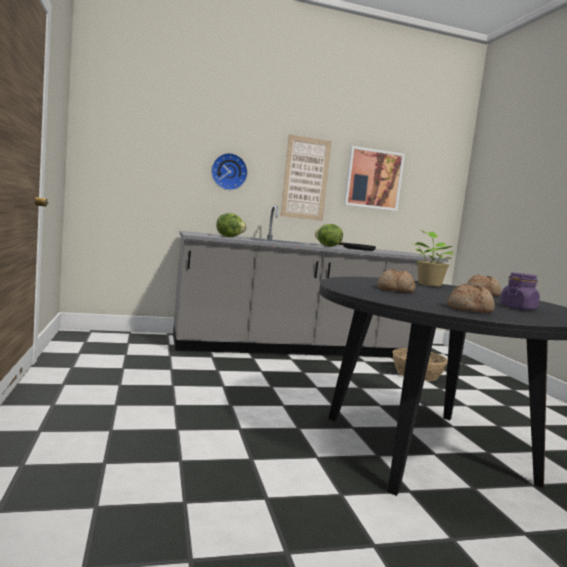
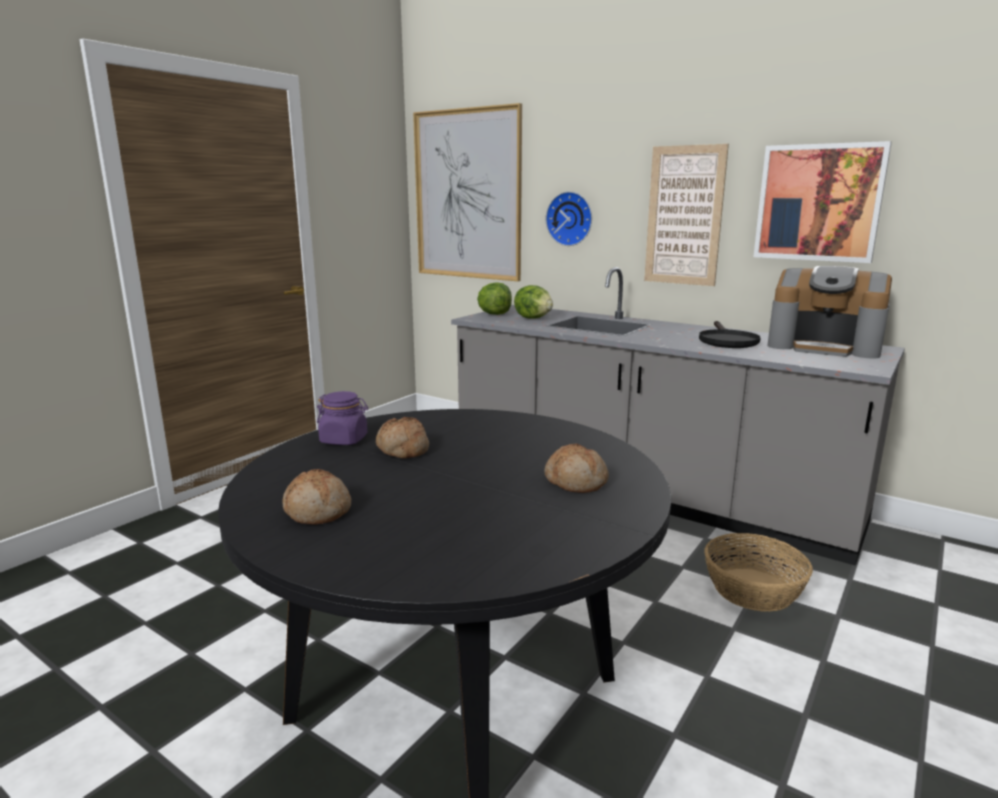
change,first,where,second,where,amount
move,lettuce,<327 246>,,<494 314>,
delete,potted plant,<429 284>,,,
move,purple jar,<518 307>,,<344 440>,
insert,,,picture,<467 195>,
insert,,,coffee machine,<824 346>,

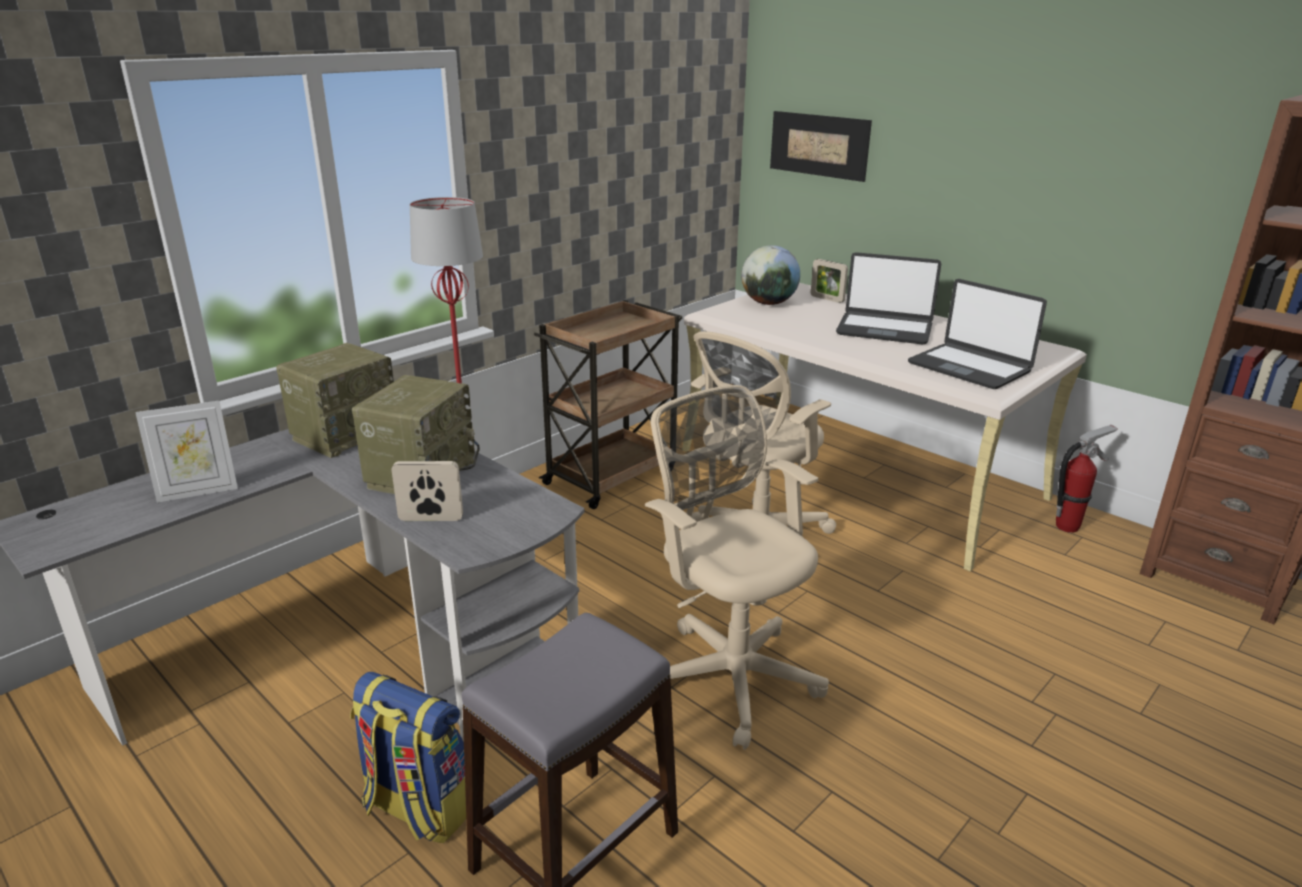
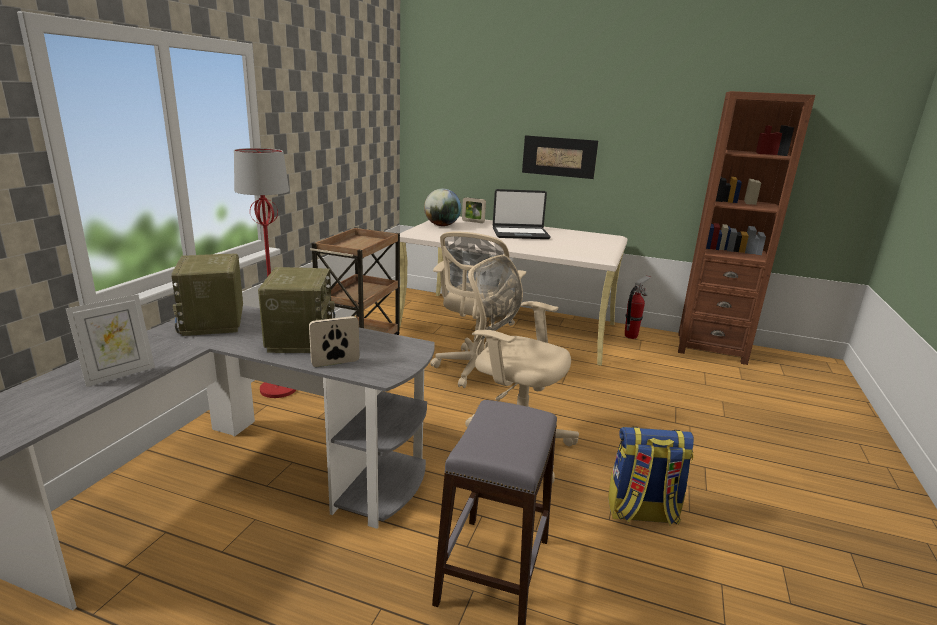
change,first,where,second,where,amount
move,picture,<819 145>,,<559 157>,
delete,laptop,<969 367>,,,
rotate,radio,<346 433>,,<214 322>,150 degrees clockwise
move,backpack,<417 808>,,<642 513>,

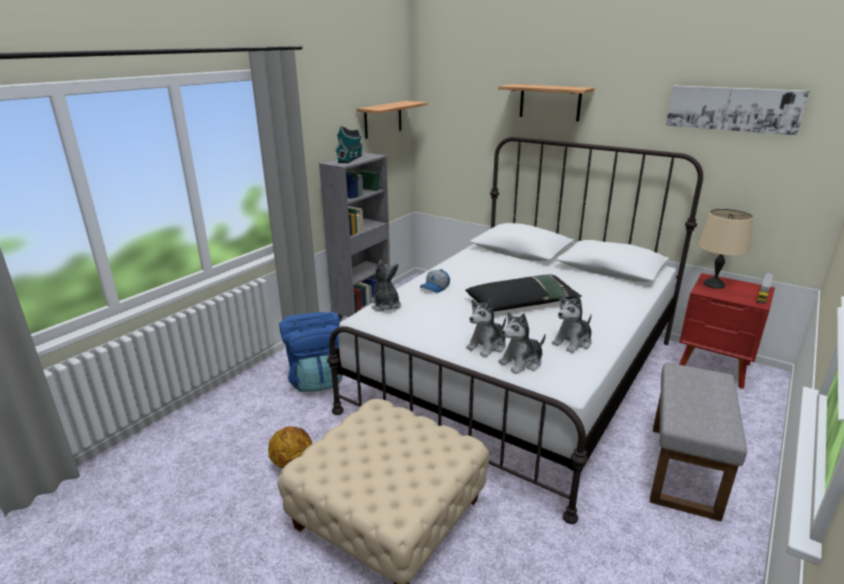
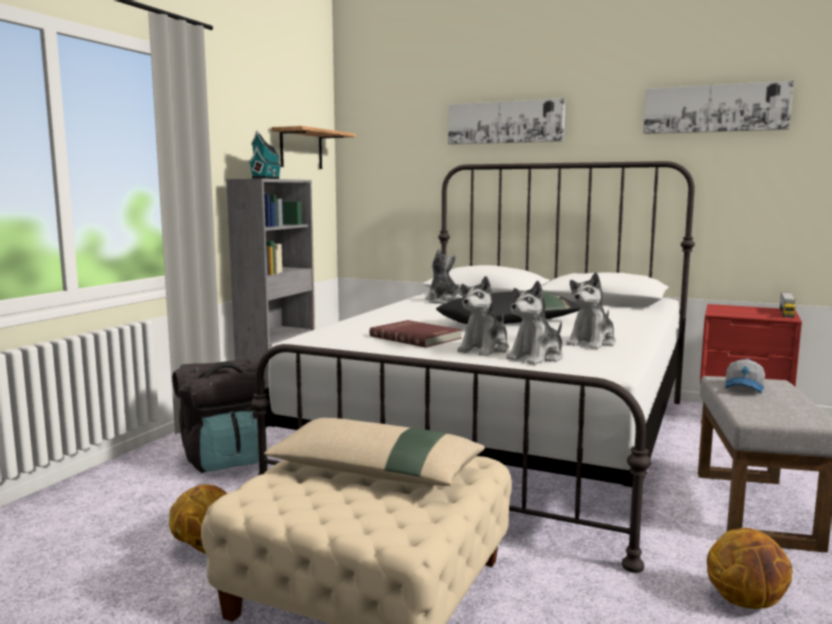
change,first,where,second,where,amount
replace,shelf,<550 102>,picture,<505 122>,
delete,beige table lamp,<714 284>,,,
move,plush toy,<385 305>,,<443 301>,
move,cap,<435 287>,,<745 388>,
recolor,blue backpack,<316 378>,black backpack,<223 460>,
insert,,,red book,<416 337>,
insert,,,beige pillow,<375 471>,
insert,,,basketball,<747 602>,

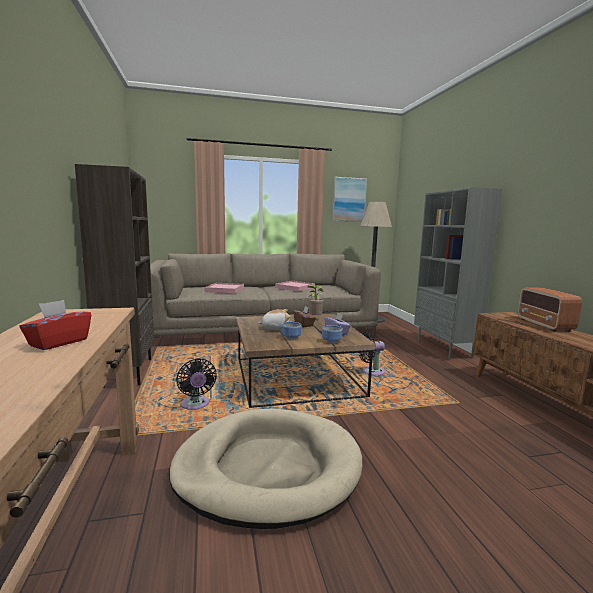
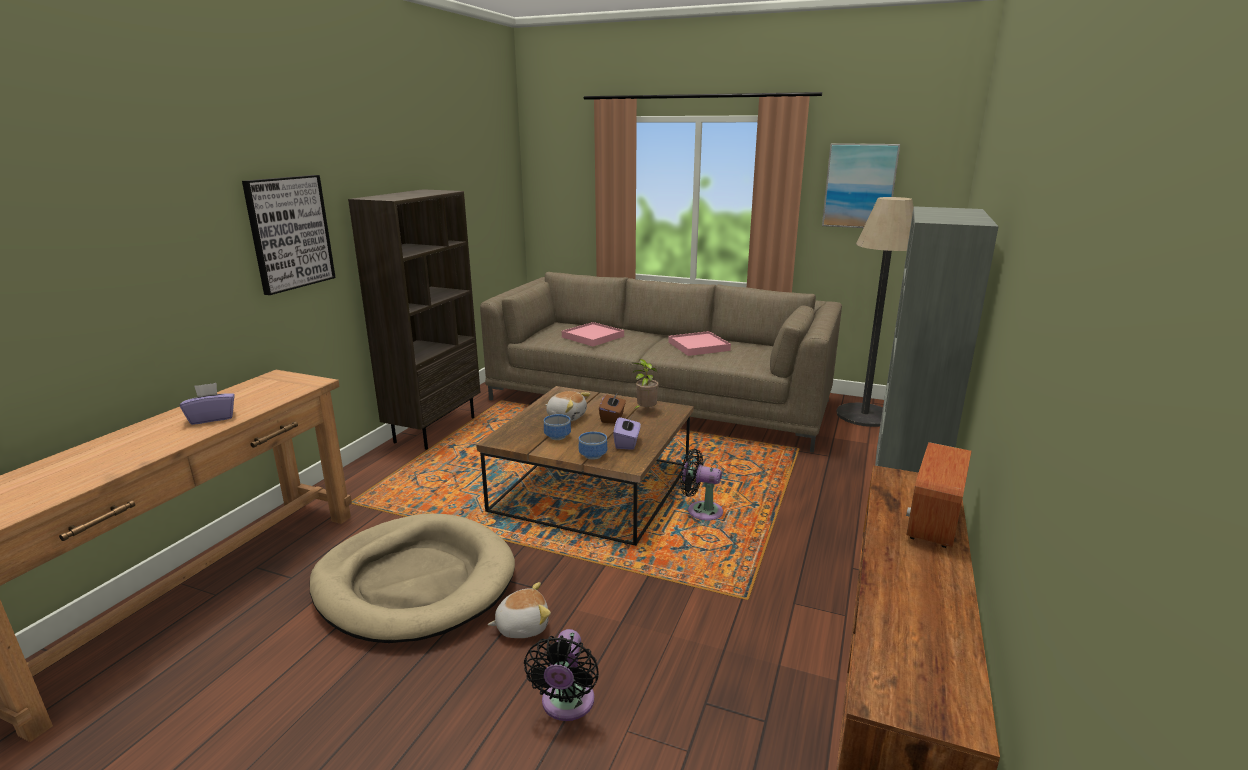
change,first,where,second,where,amount
recolor,red tissue box,<58 342>,purple tissue box,<212 418>,
move,black fan,<195 405>,,<566 704>,
insert,,,picture,<289 233>,
insert,,,plush toy,<522 626>,

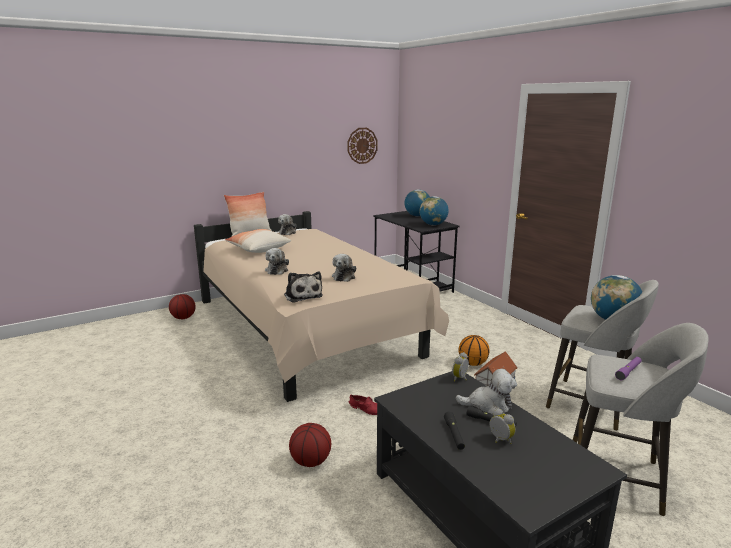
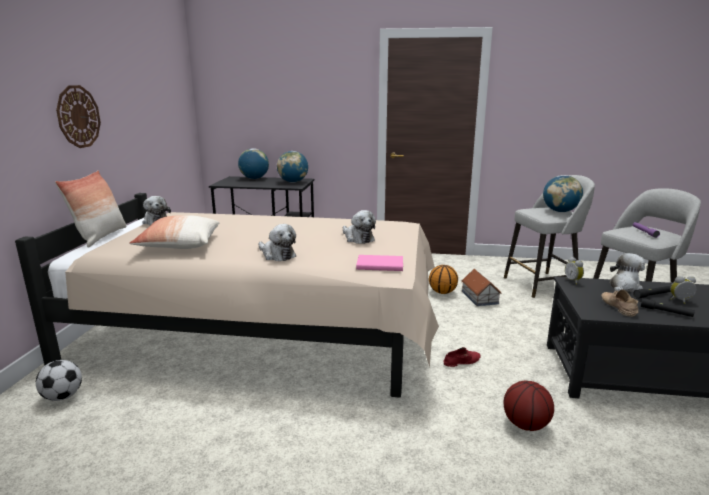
change,first,where,second,where,amount
move,wall clock,<362 145>,,<78 116>,
replace,plush toy,<302 295>,pink book,<379 264>,
replace,basketball,<183 318>,football,<63 396>,
insert,,,beige shoe,<617 306>,

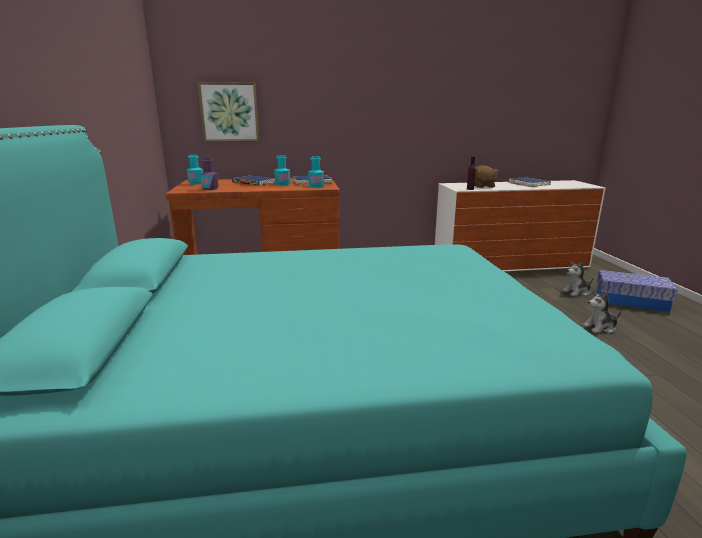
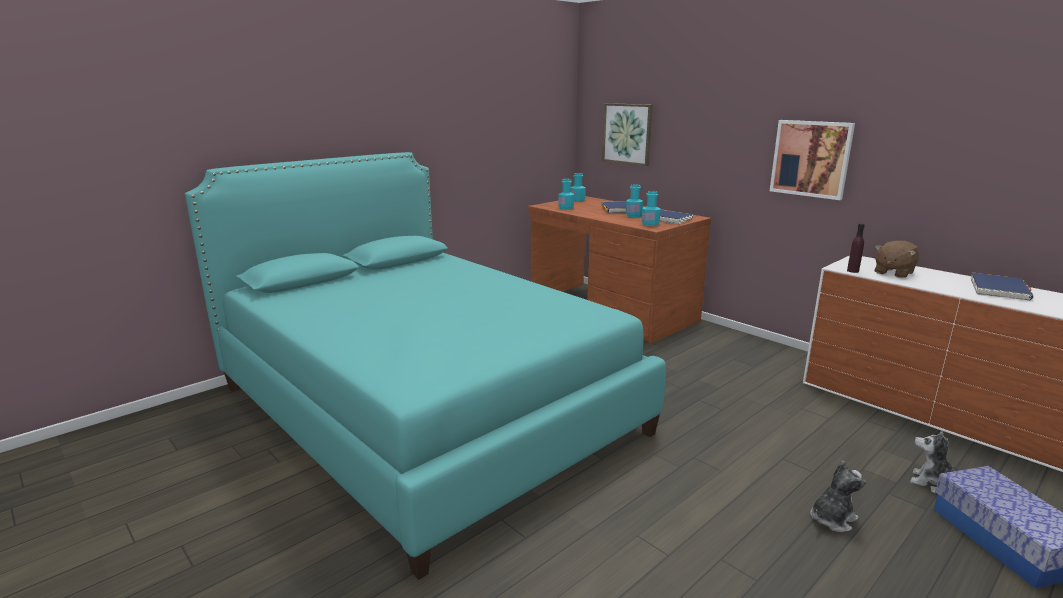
change,first,where,second,where,amount
recolor,purple bottle,<210 189>,turquoise bottle,<566 208>,
rotate,plush toy,<600 327>,,<831 519>,105 degrees clockwise
insert,,,picture,<811 158>,

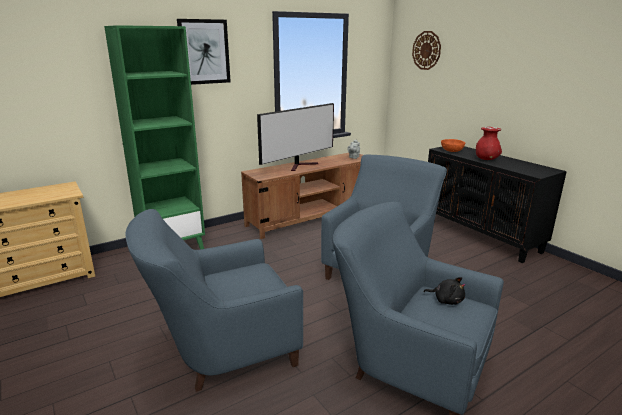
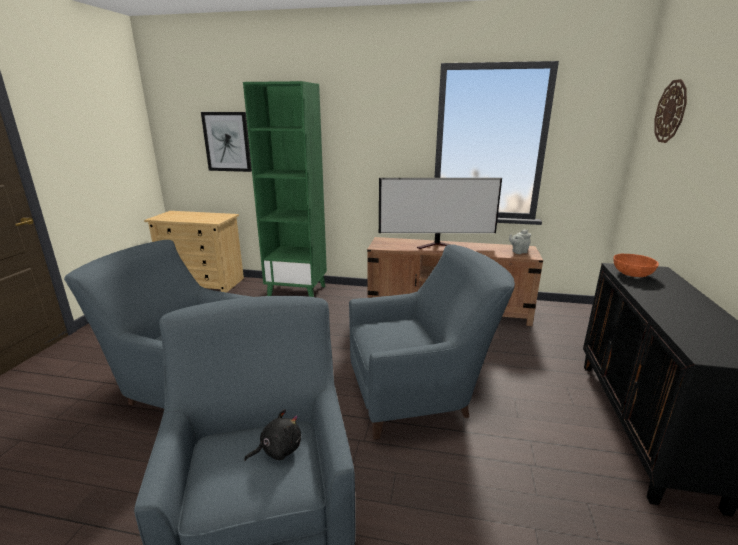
change,first,where,second,where,amount
move,picture,<204 52>,,<227 142>,
delete,red vase,<486 159>,,,
rotate,black plush toy,<446 300>,,<278 449>,105 degrees counterclockwise

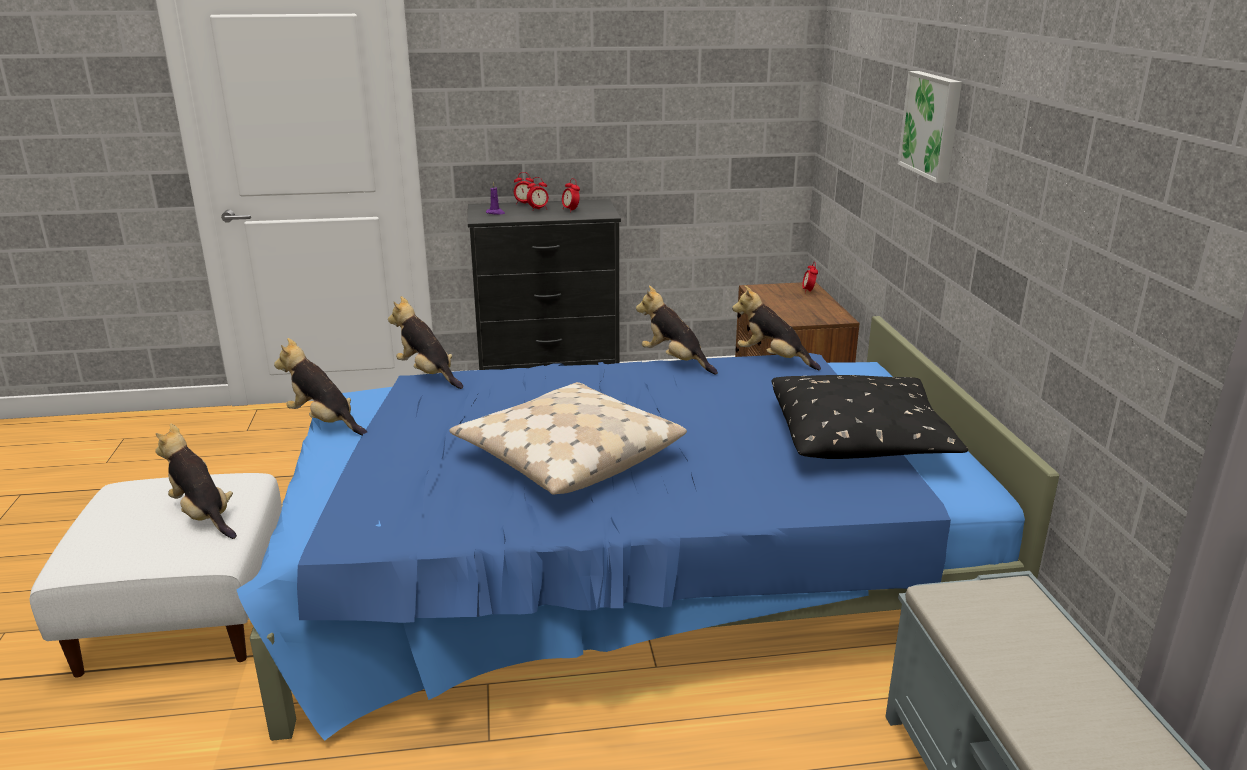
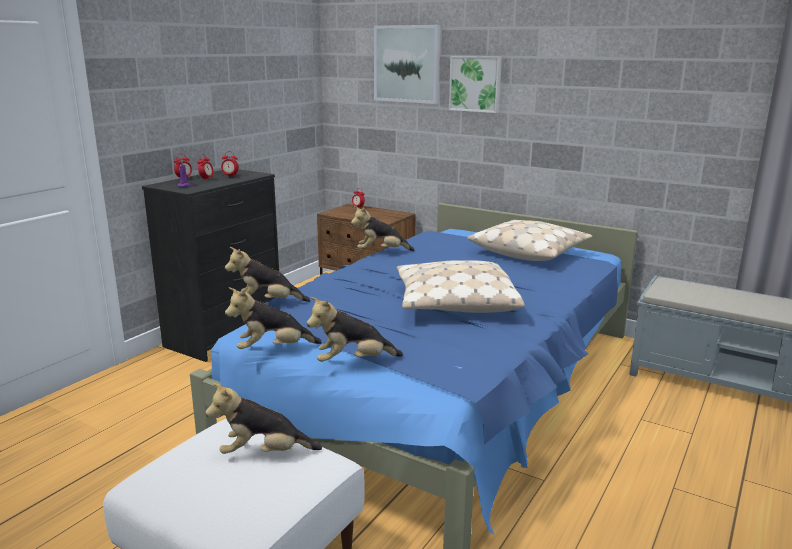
change,first,where,second,where,amount
move,plush toy,<773 359>,,<353 362>,
recolor,black pillow,<860 437>,beige pillow,<529 252>,
insert,,,picture,<407 64>,

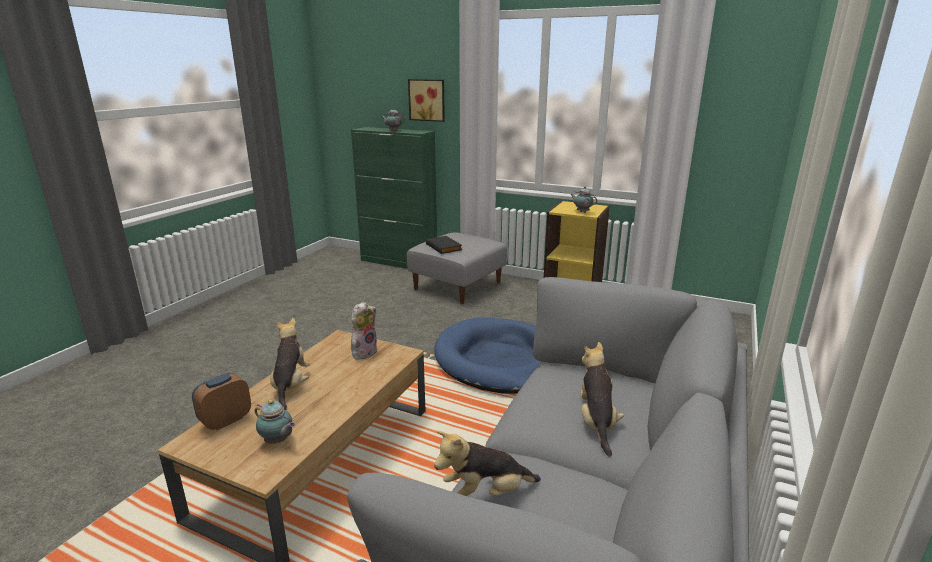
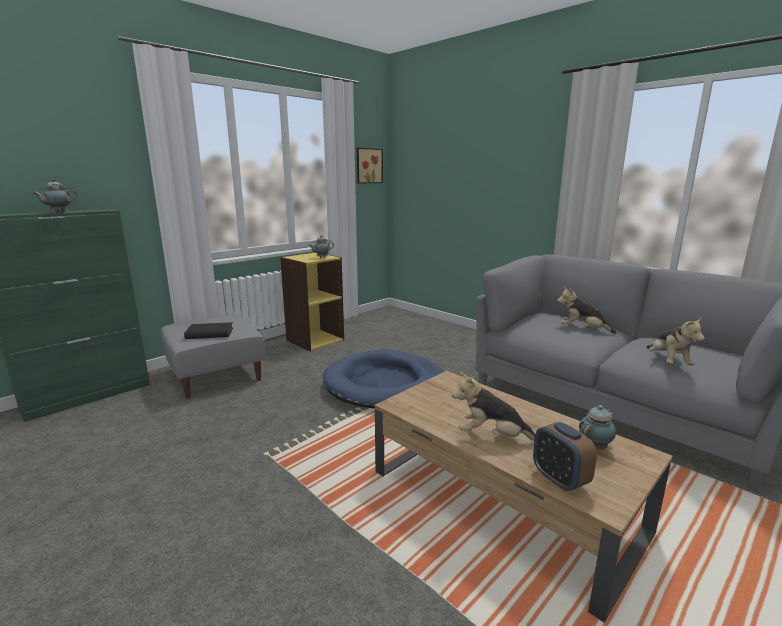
change,first,where,second,where,amount
move,picture,<427 100>,,<368 166>,
delete,plush toy,<364 352>,,,

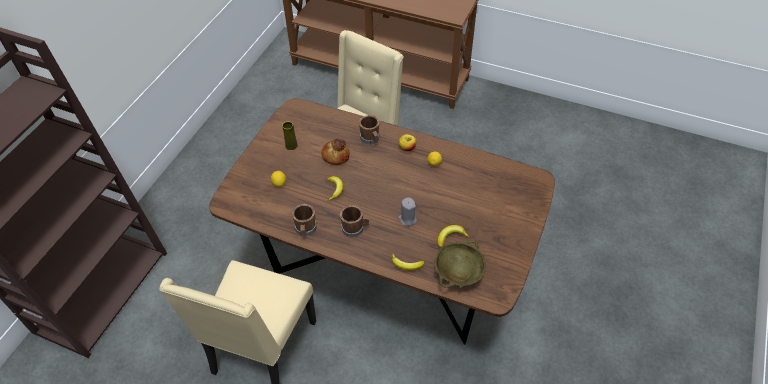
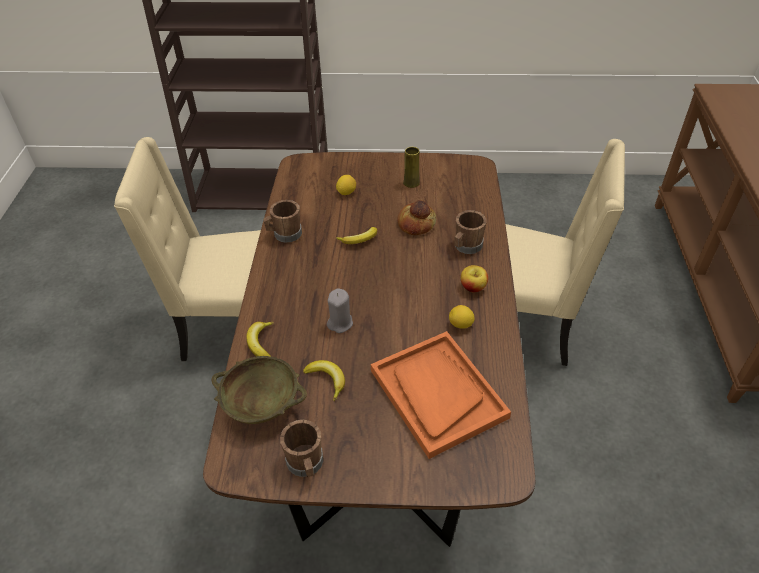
change,first,where,second,where,amount
move,brown mug,<355 229>,,<306 464>,
insert,,,orange tray,<437 394>,

